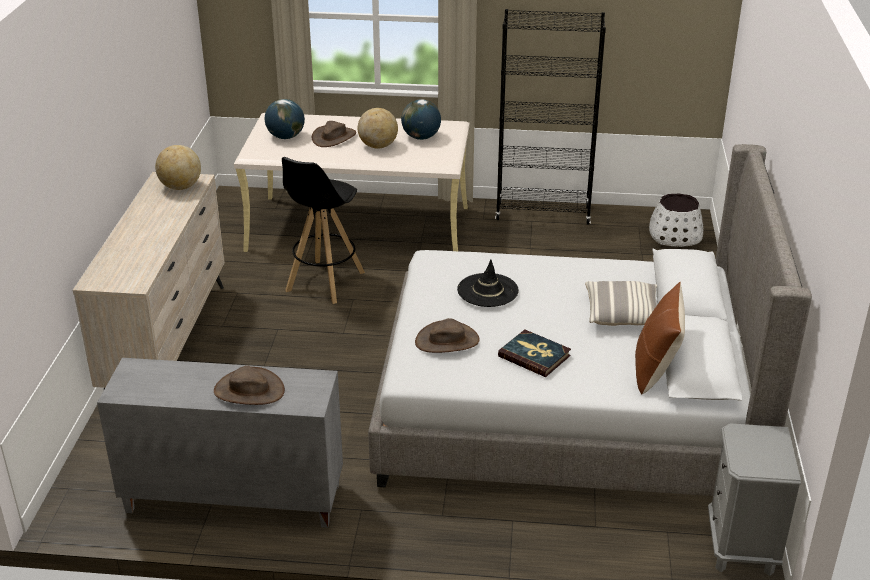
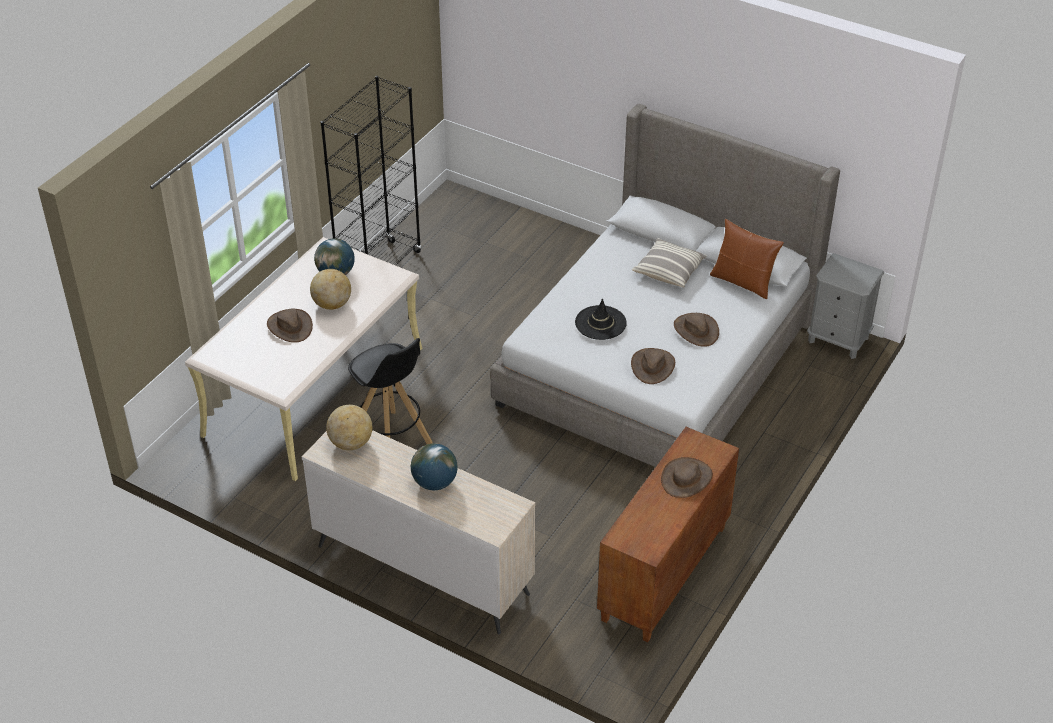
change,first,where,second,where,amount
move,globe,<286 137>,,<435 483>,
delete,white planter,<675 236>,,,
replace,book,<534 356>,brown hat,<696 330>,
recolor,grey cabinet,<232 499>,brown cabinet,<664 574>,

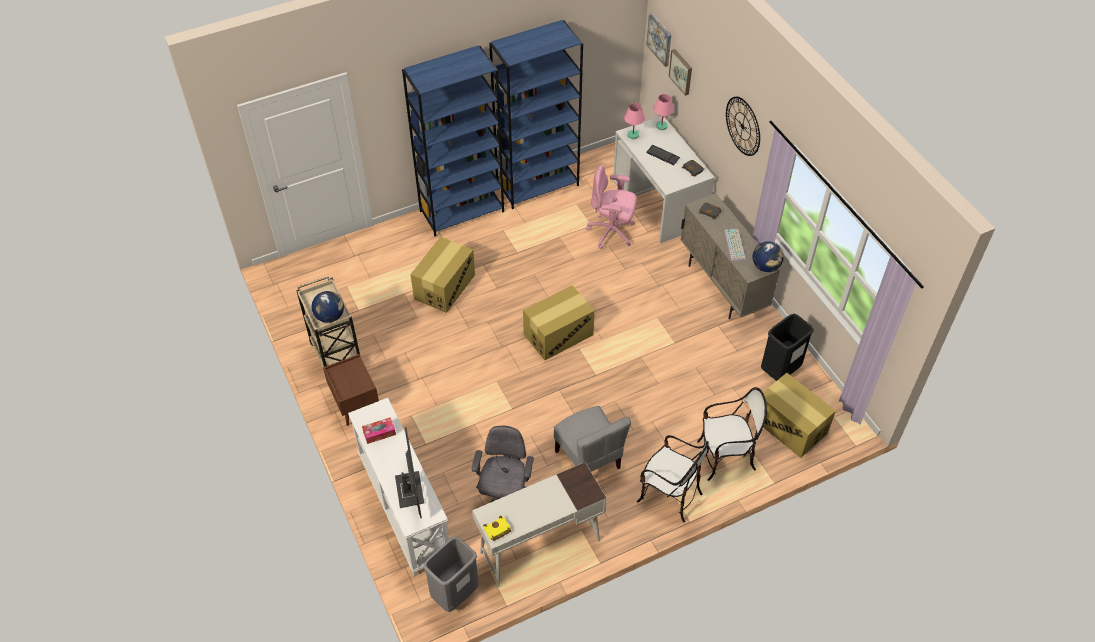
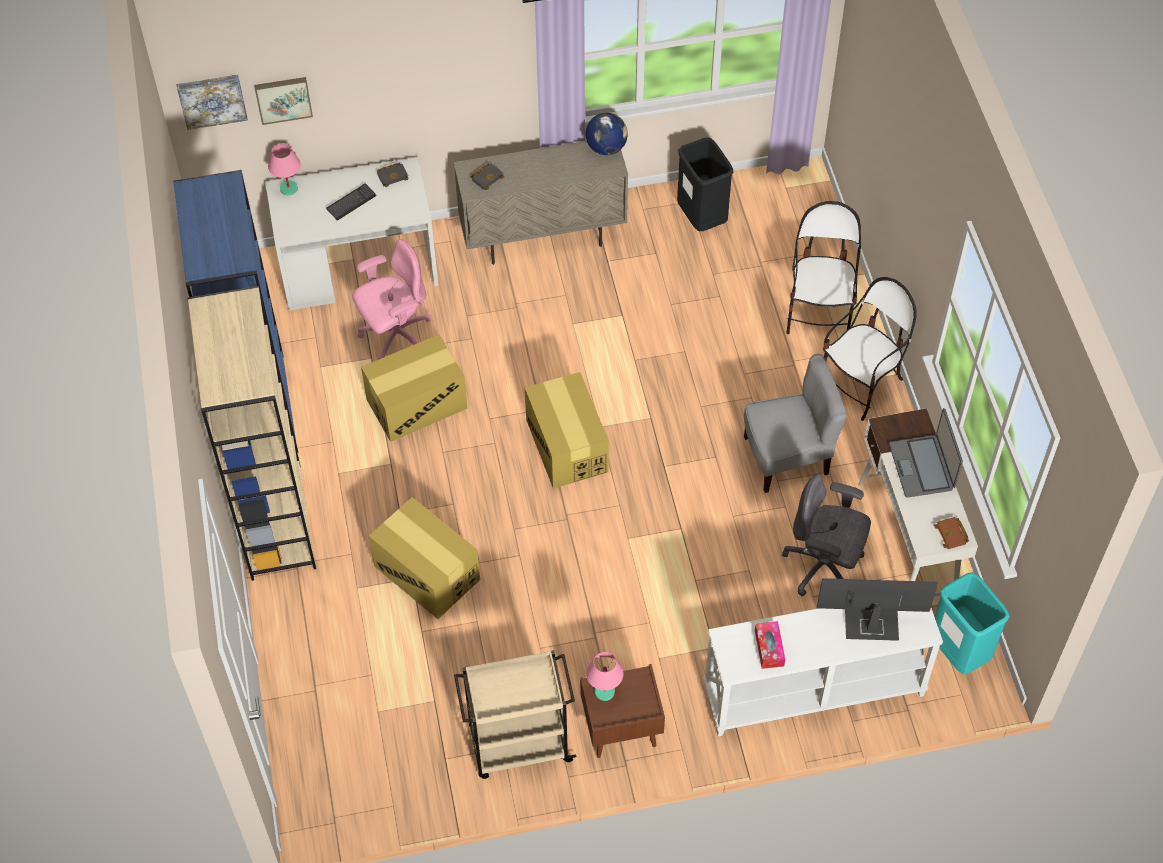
change,first,where,second,where,amount
recolor,blue bookcase,<462 211>,beige bookcase,<275 520>,
delete,wall clock,<742 126>,,,
move,pink table lamp,<633 135>,,<604 691>,
rotate,pink office chair,<612 232>,,<396 337>,150 degrees counterclockwise
delete,keyboard,<735 245>,,,
delete,globe,<330 316>,,,
move,cardboard box,<789 426>,,<416 404>,
recolor,yellow book,<497 530>,brown book,<952 535>,
recolor,grey trash can,<455 594>,turquoise trash can,<958 652>,
insert,,,laptop,<922 467>,

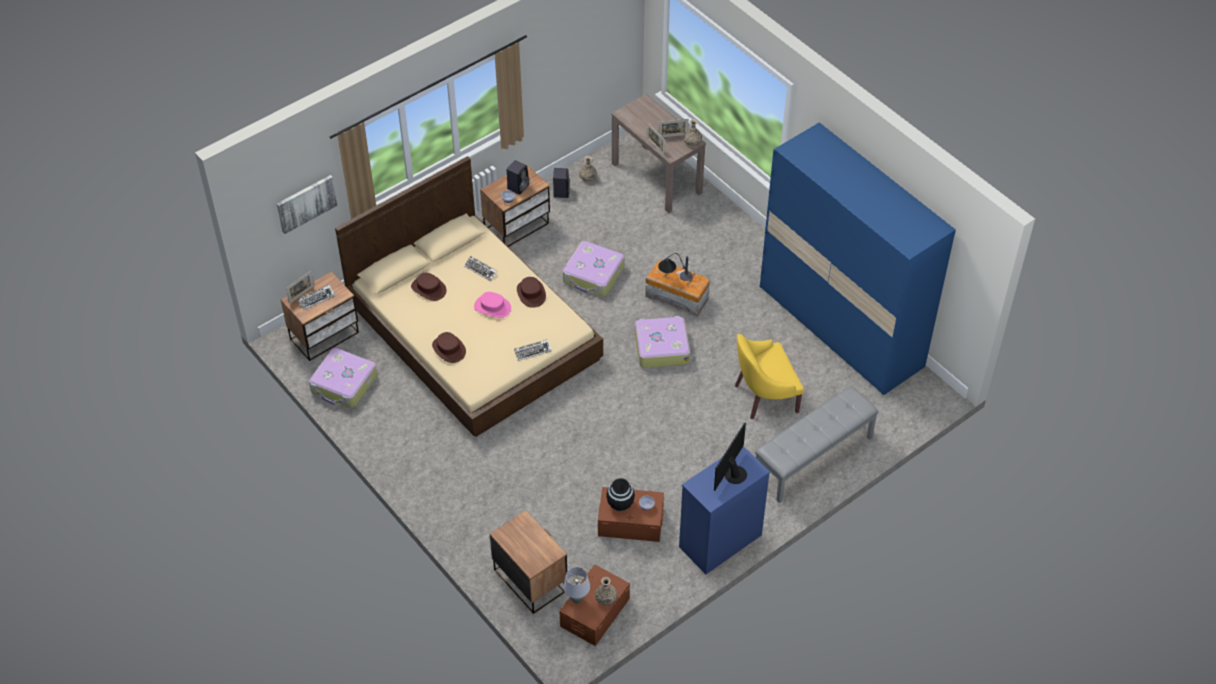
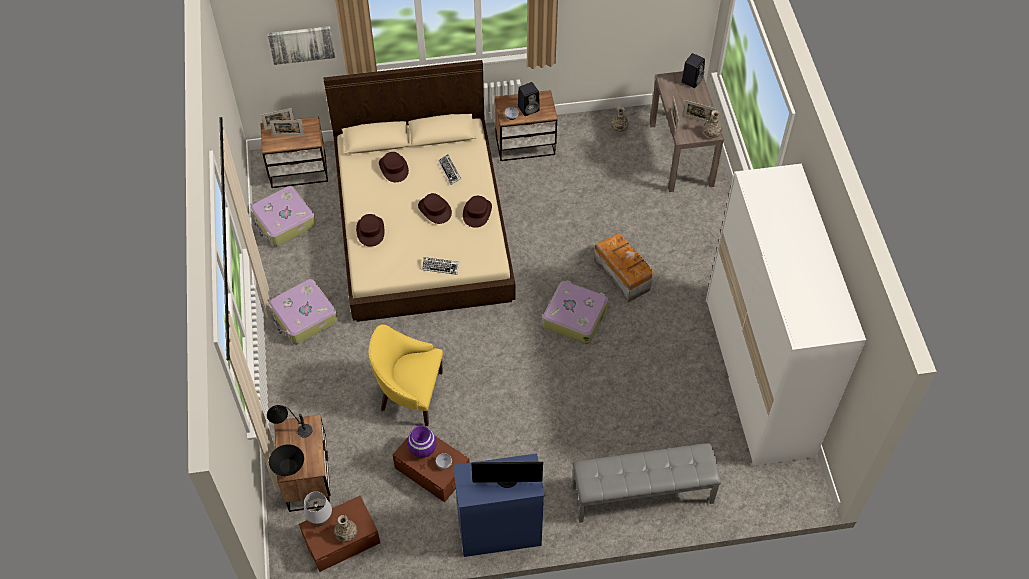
change,first,where,second,where,amount
recolor,blue wardrobe,<841 327>,white wardrobe,<758 377>,
move,black speaker,<561 191>,,<692 80>,
move,suitcase,<593 275>,,<304 317>,
move,table lamp,<673 279>,,<290 428>,
replace,keyboard,<316 299>,picture frame,<288 135>,
recolor,pink hat,<492 307>,brown hat,<435 210>,
move,yellow armchair,<764 396>,,<409 394>,
rotate,monitor,<733 474>,,<507 479>,150 degrees counterclockwise
recolor,black vase,<620 503>,purple vase,<423 449>,
insert,,,black bowl,<288 466>,

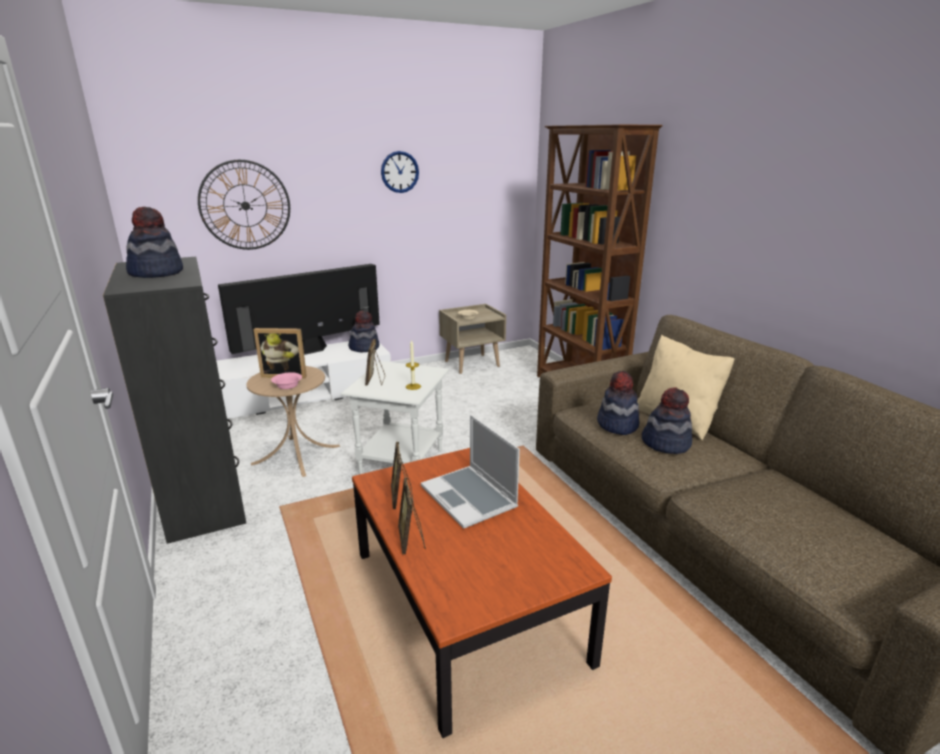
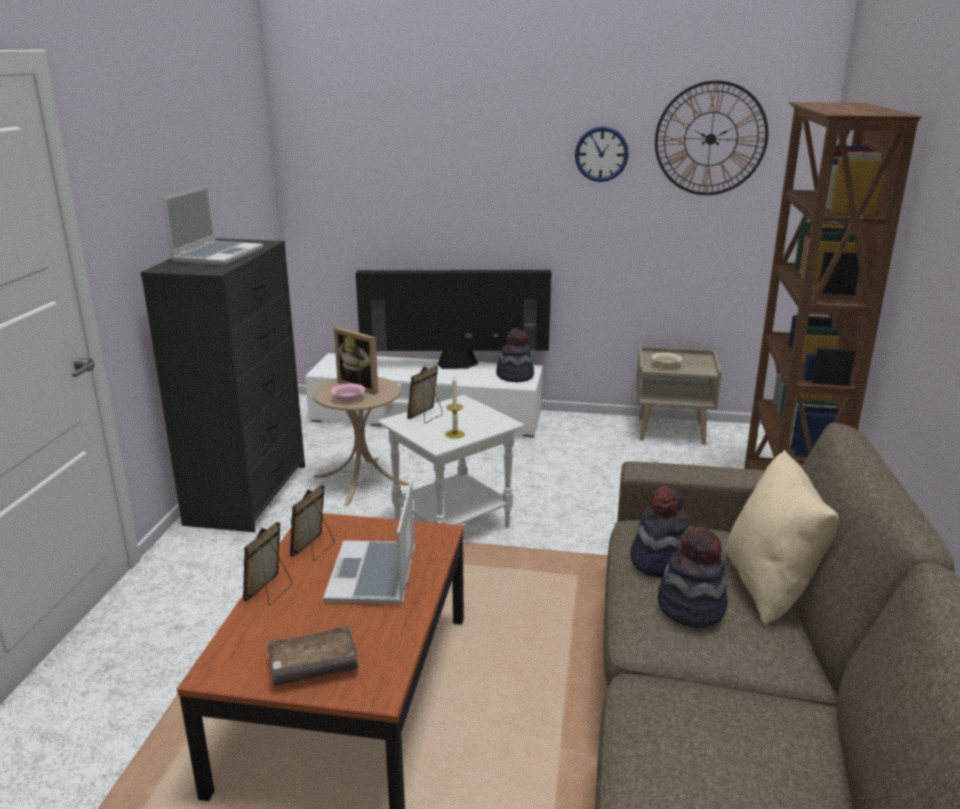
change,first,where,second,where,amount
move,wall clock,<245 205>,,<710 139>,
replace,hat,<156 273>,laptop,<218 255>,
insert,,,brown book,<313 667>,

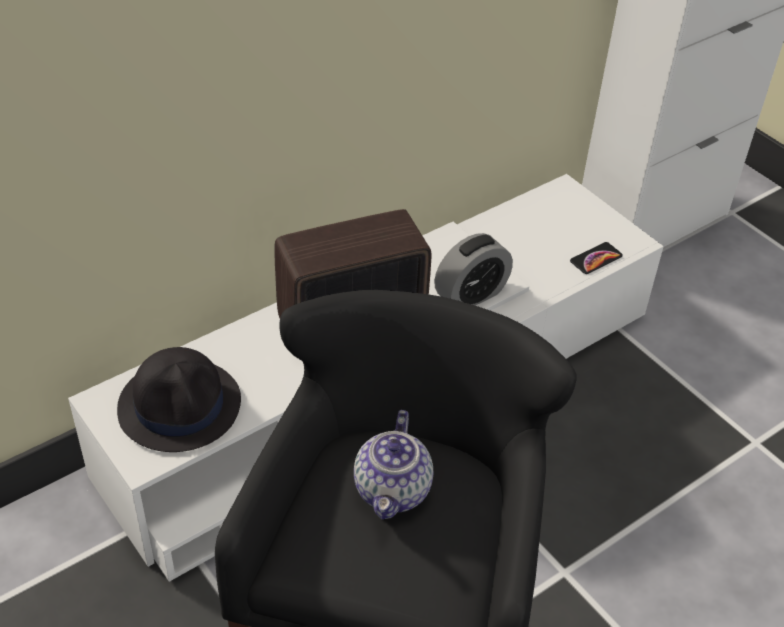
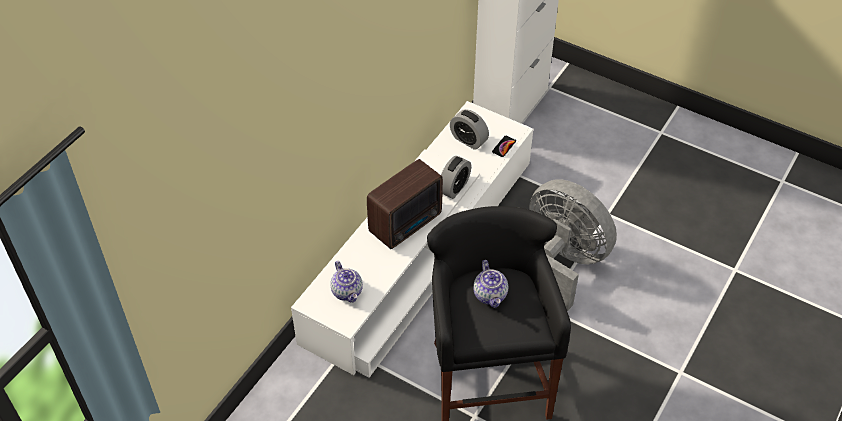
change,first,where,second,where,amount
replace,black hat,<180 405>,teapot,<347 292>,
insert,,,alarm clock,<468 140>,
insert,,,grey fan,<562 262>,

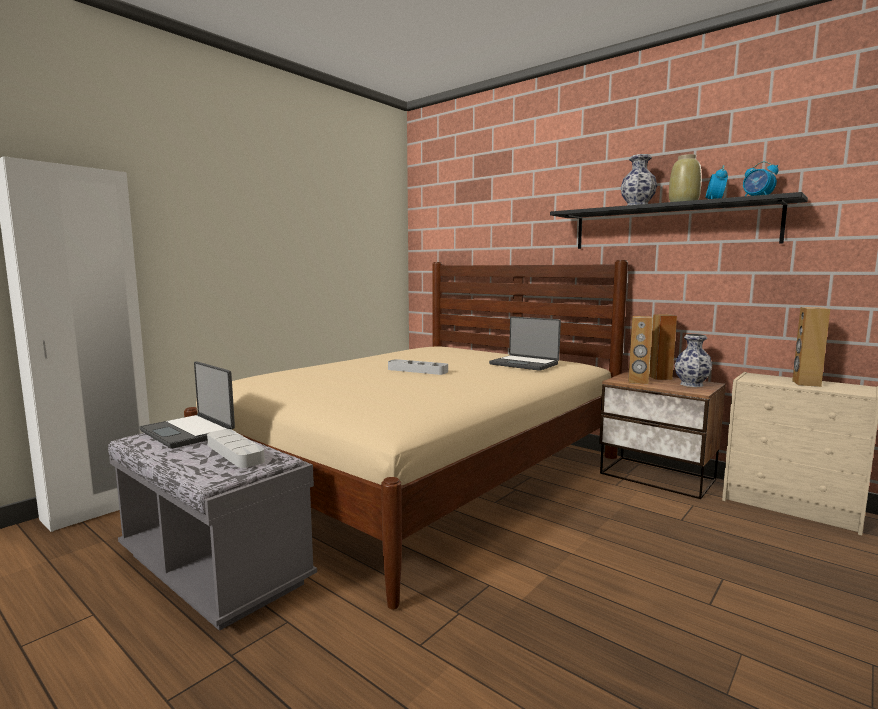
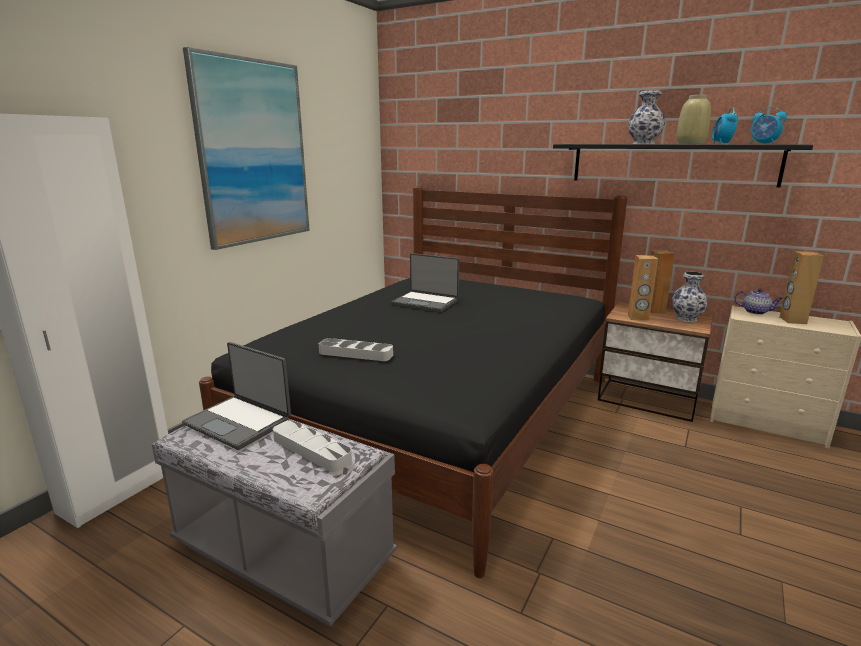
change,first,where,second,where,amount
recolor,beige bed,<423 475>,black bed,<437 416>,
move,laptop,<524 364>,,<426 302>,
move,grey tray,<417 370>,,<356 354>,
insert,,,picture,<253 153>,
insert,,,teapot,<756 312>,

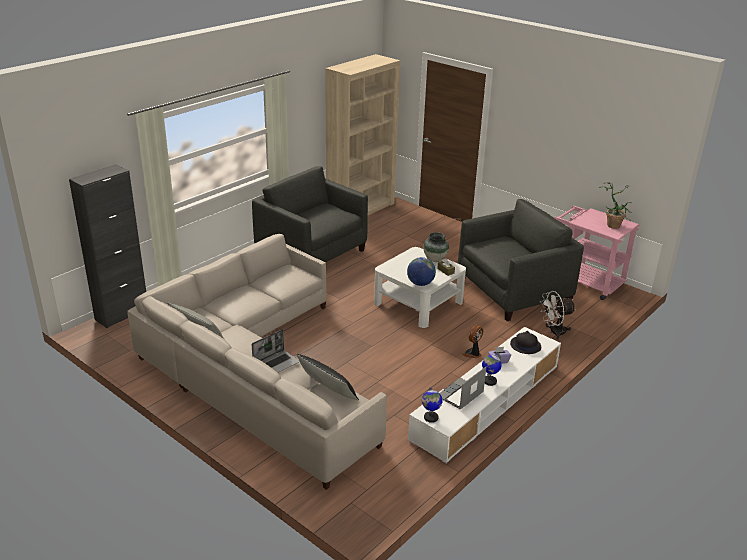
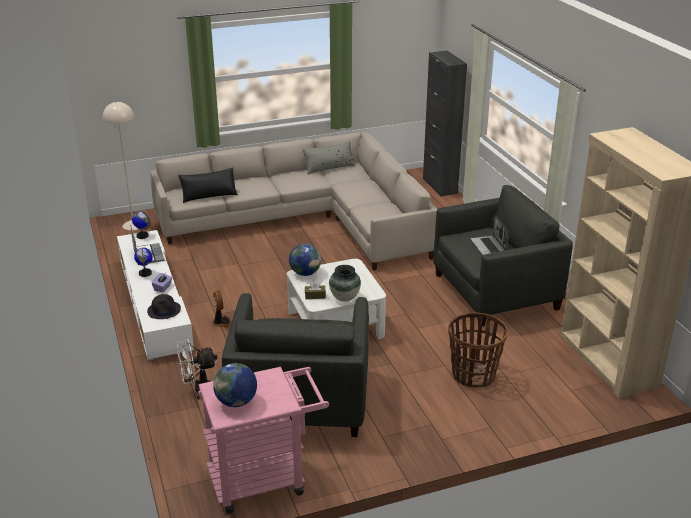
change,first,where,second,where,amount
replace,potted plant,<613 224>,globe,<236 402>,
rotate,white fan,<553 332>,,<198 389>,120 degrees counterclockwise
move,laptop,<276 363>,,<489 247>,
insert,,,beige floor lamp,<133 225>,
insert,,,basket,<473 375>,

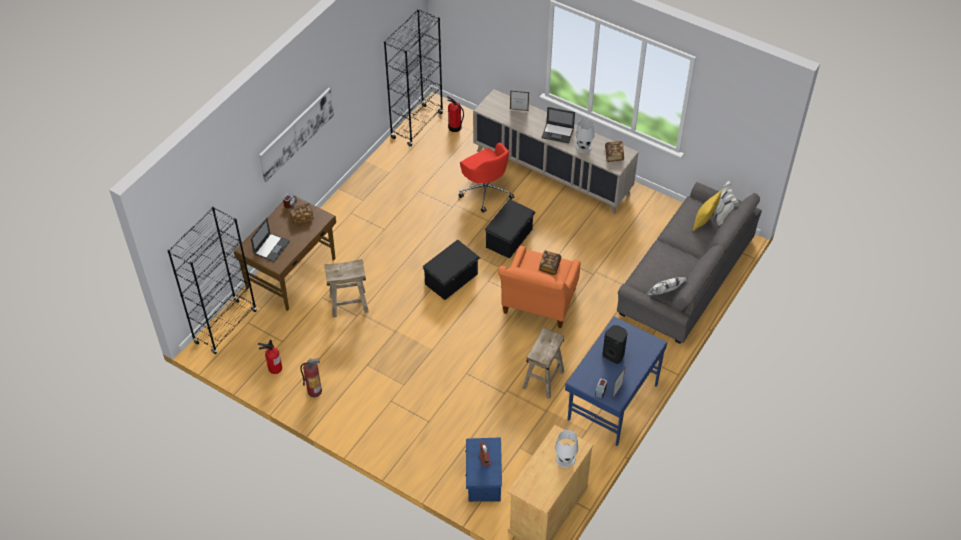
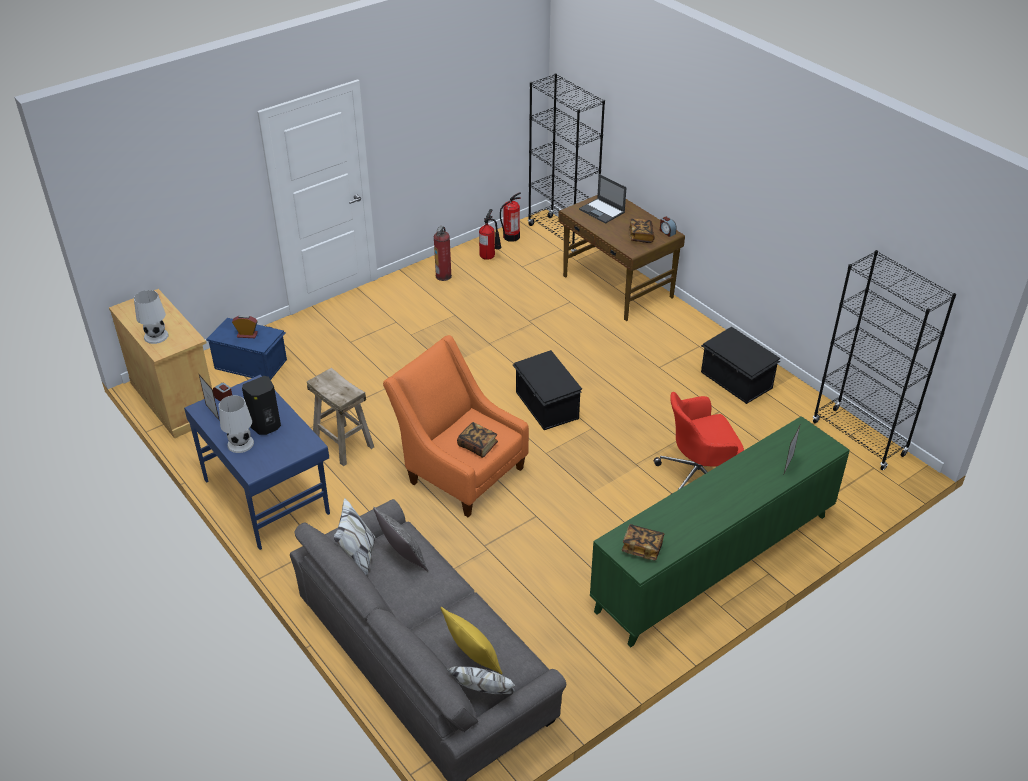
change,first,where,second,where,amount
delete,picture,<296 133>,,,
recolor,beige cabinet,<552 172>,green cabinet,<715 562>,
move,fire extinguisher,<455 127>,,<511 237>,
delete,laptop,<558 133>,,,
move,white table lamp,<583 147>,,<240 444>,
move,black storage box,<510 238>,,<736 381>,
delete,beige stool,<348 304>,,,
insert,,,pillow,<403 557>,

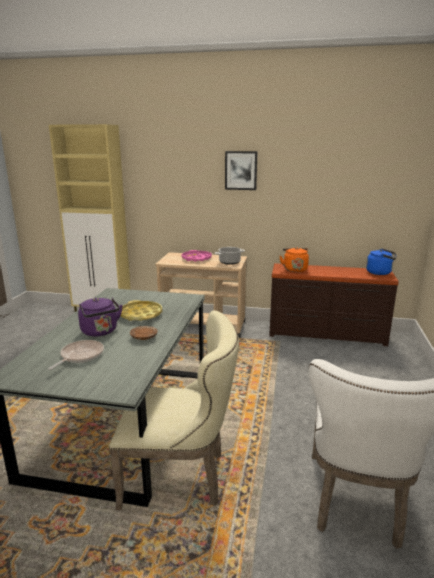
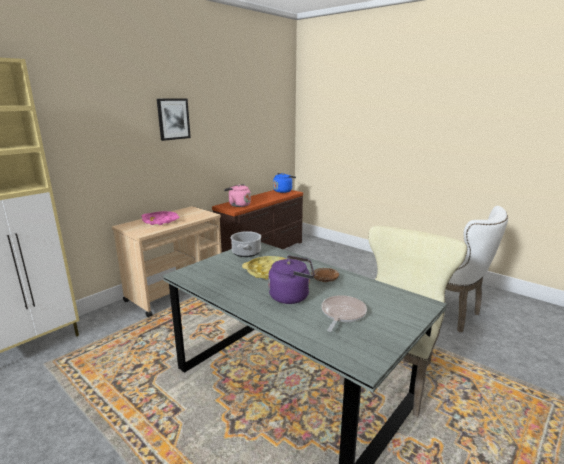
change,first,where,second,where,amount
move,cooking pot,<230 262>,,<246 252>,
recolor,orange kettle,<294 269>,pink kettle,<238 205>,
rotate,frying pan,<80 356>,,<342 314>,60 degrees clockwise

